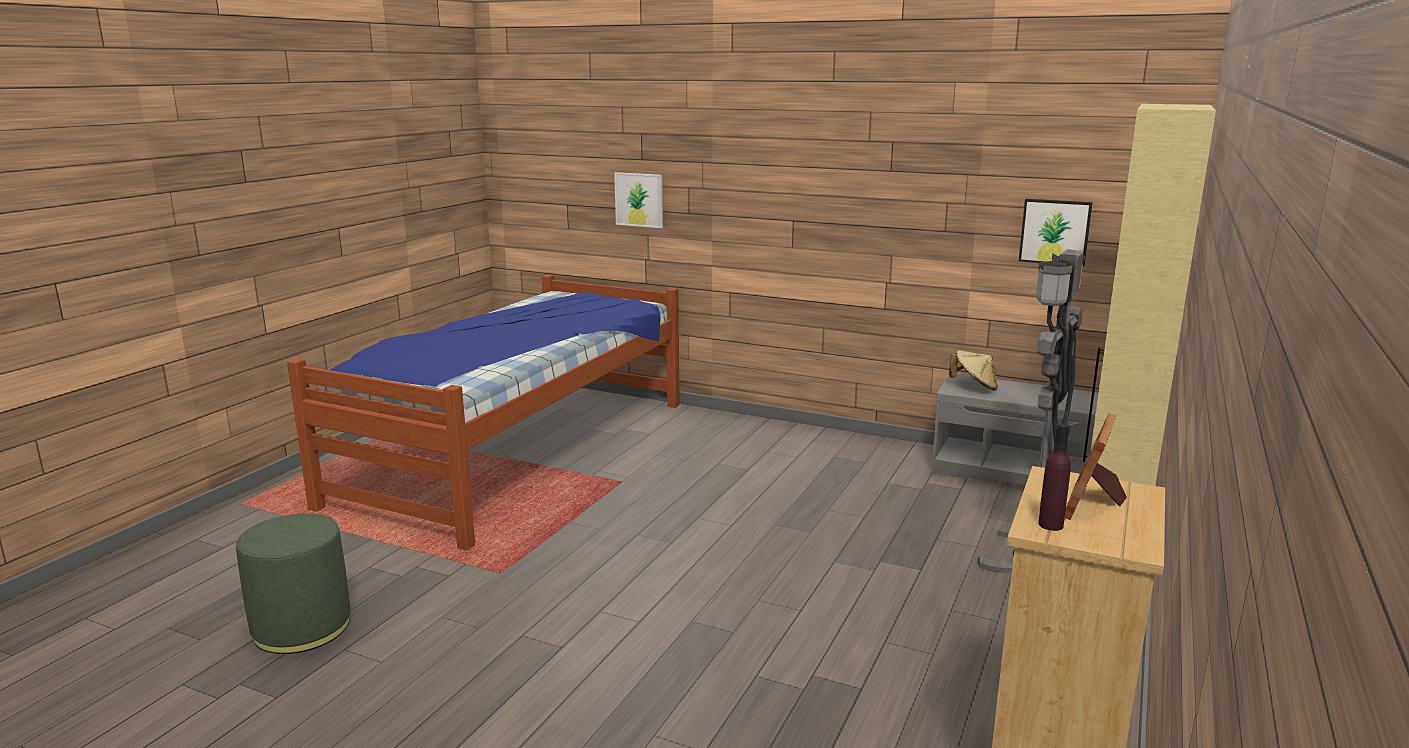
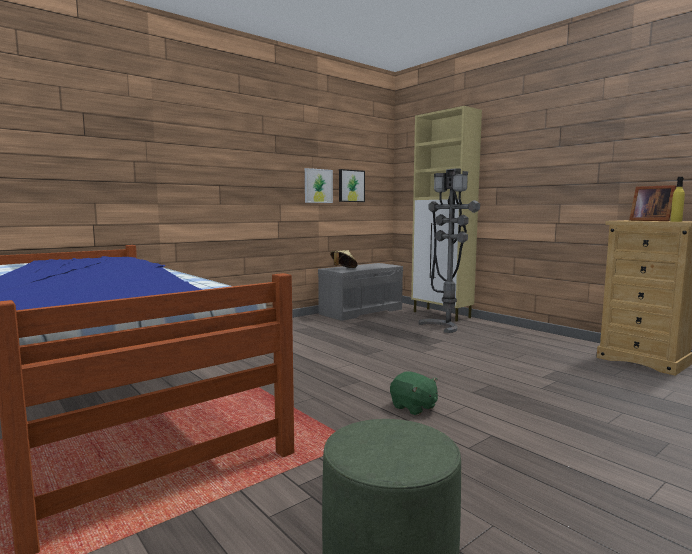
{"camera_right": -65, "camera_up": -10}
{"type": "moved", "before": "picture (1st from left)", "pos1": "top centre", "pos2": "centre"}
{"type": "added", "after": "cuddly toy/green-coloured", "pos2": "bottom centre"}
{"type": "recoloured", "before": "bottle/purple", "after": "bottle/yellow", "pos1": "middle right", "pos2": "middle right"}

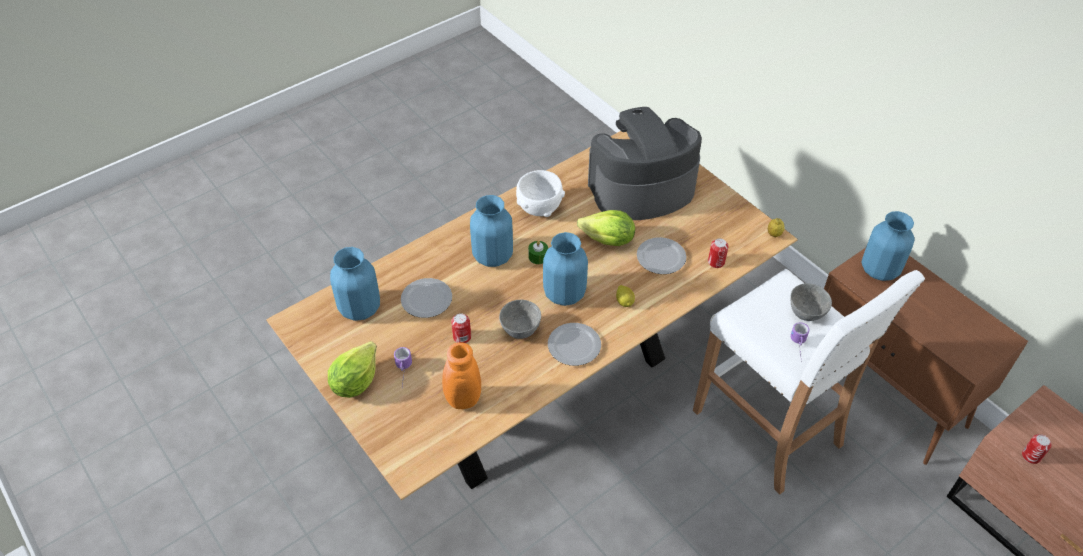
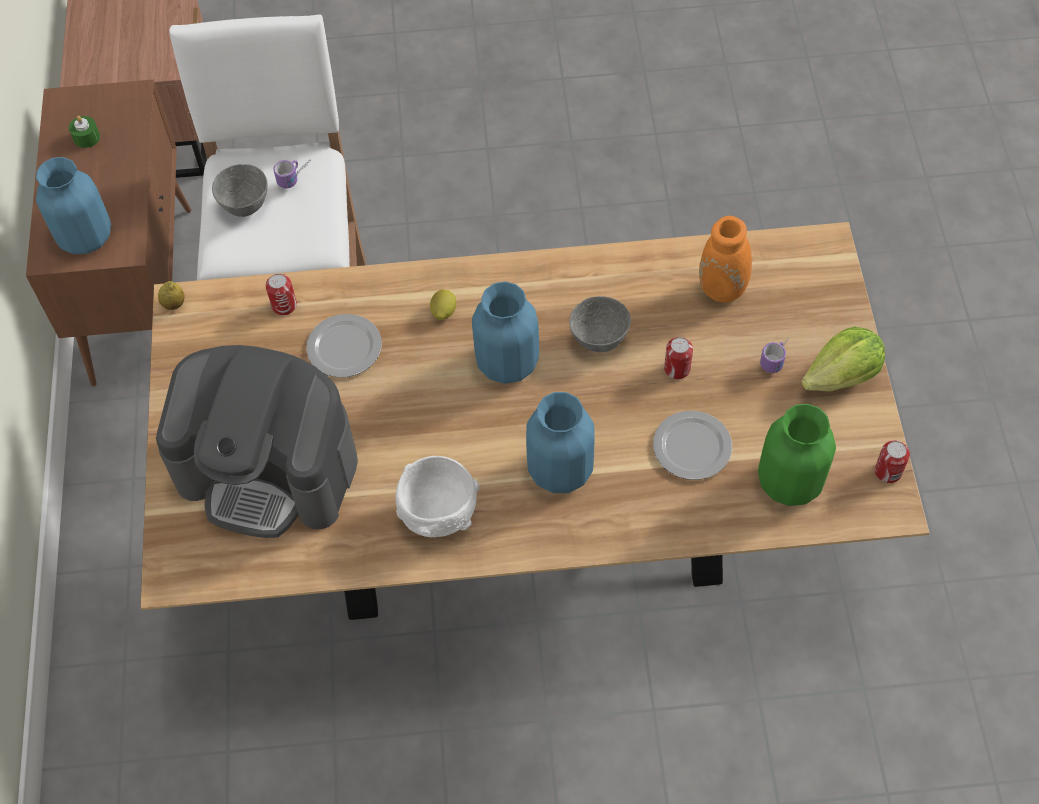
{"camera_right": -145, "camera_up": 10}
{"type": "moved", "before": "wax light/green-coloured", "pos1": "centre", "pos2": "top left"}
{"type": "recoloured", "before": "decorative vase/blue (1st from left)", "after": "decorative vase/green-coloured", "pos1": "middle left", "pos2": "middle right"}
{"type": "moved", "before": "sealed can (3rd from left)", "pos1": "bottom right", "pos2": "middle right"}
{"type": "removed", "before": "flat dish (2nd from left)", "pos1": "centre"}
{"type": "removed", "before": "head of lettuce (2nd from left)", "pos1": "centre"}

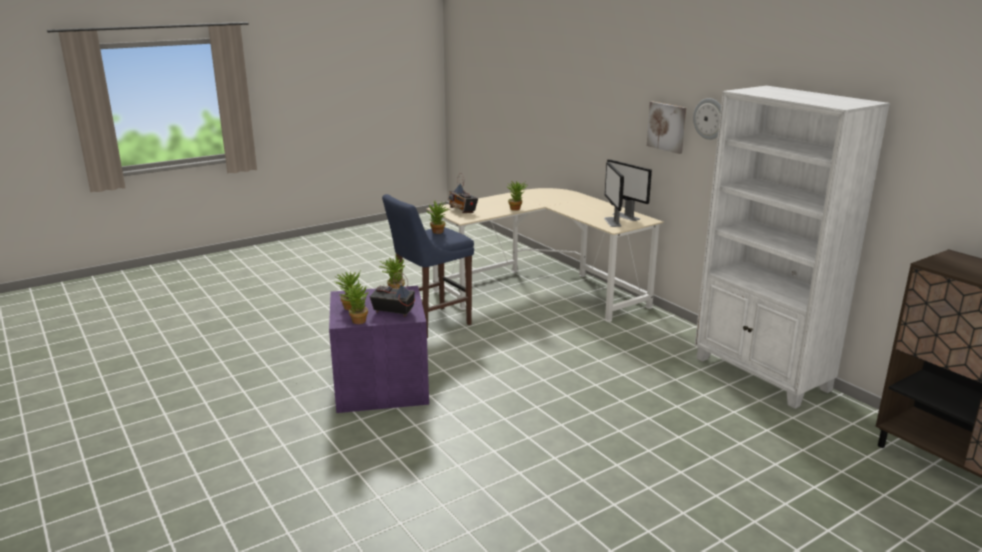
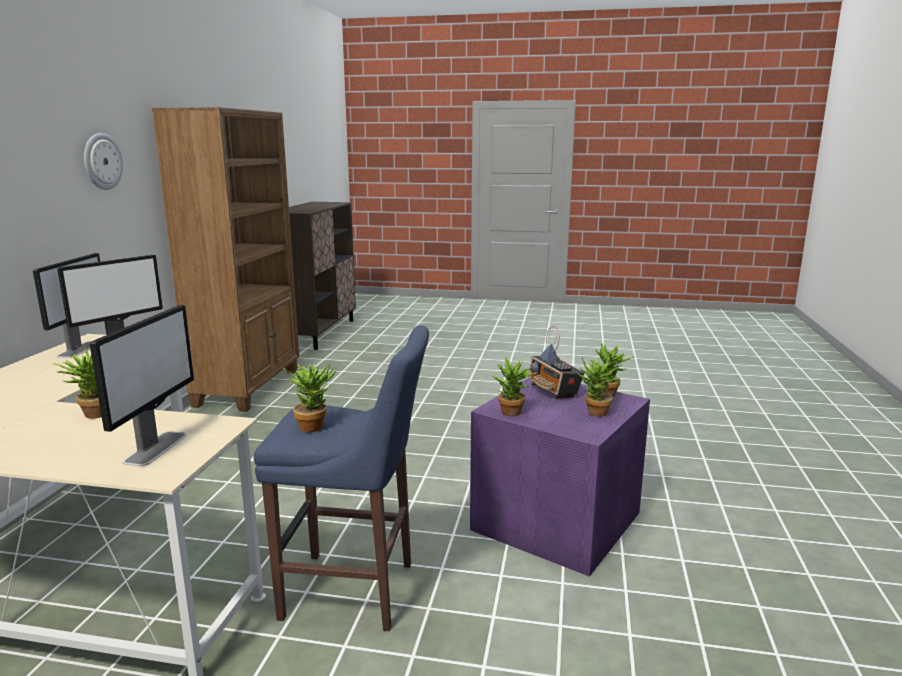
{"camera_right": -135, "camera_up": -5}
{"type": "replaced", "before": "radio (2nd from left)", "after": "computer display (3rd from left)", "pos1": "centre", "pos2": "middle left"}
{"type": "recoloured", "before": "bookshelf/whitish", "after": "bookshelf/brown", "pos1": "middle right", "pos2": "middle left"}
{"type": "removed", "before": "picture", "pos1": "top right"}

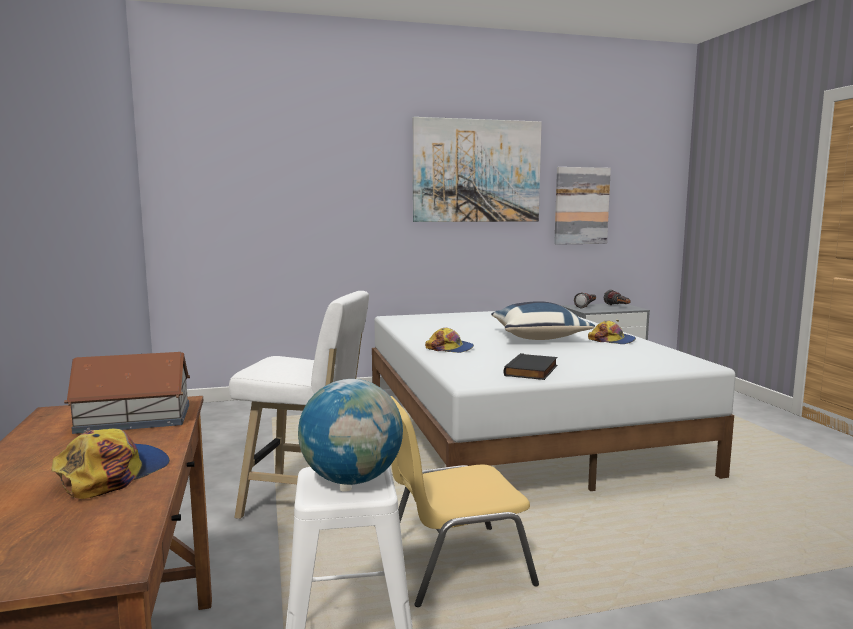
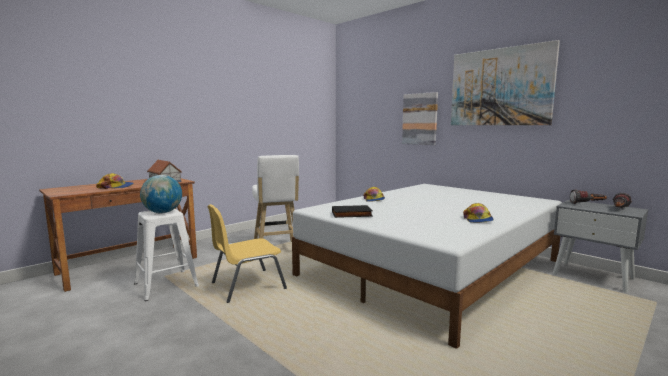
{"camera_right": 60, "camera_up": 0}
{"type": "turned", "before": "plain chair/yellow", "pos1": "bottom centre", "pos2": "bottom centre", "turn": -75}
{"type": "moved", "before": "picture (2nd from left in the first image)", "after": "picture (1st from left)", "pos1": "top right", "pos2": "top centre"}
{"type": "removed", "before": "throw pillow/blue", "pos1": "centre"}

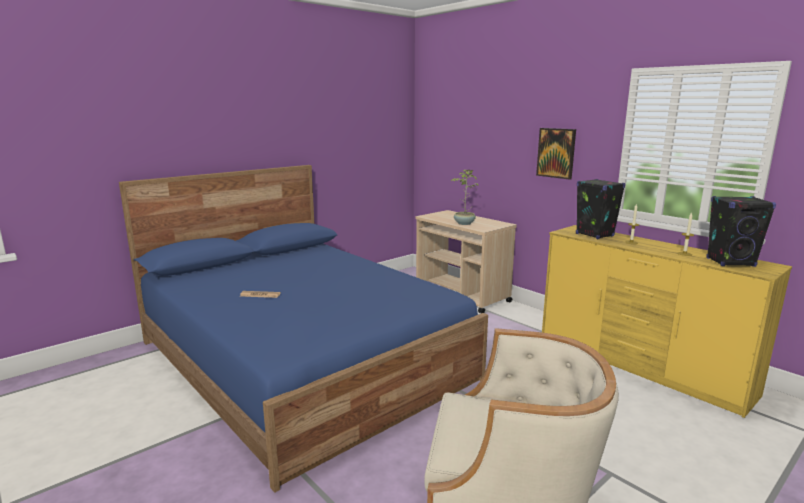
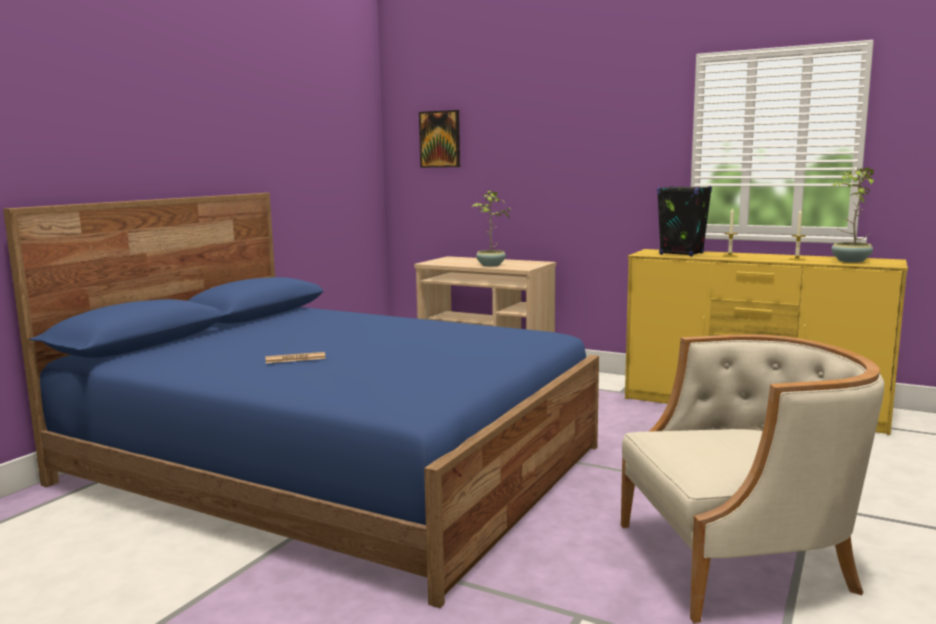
{"camera_right": -20, "camera_up": -5}
{"type": "moved", "before": "picture", "pos1": "top right", "pos2": "top centre"}
{"type": "replaced", "before": "speaker/black (2nd from left)", "after": "potted plant (2nd from left)", "pos1": "middle right", "pos2": "middle right"}

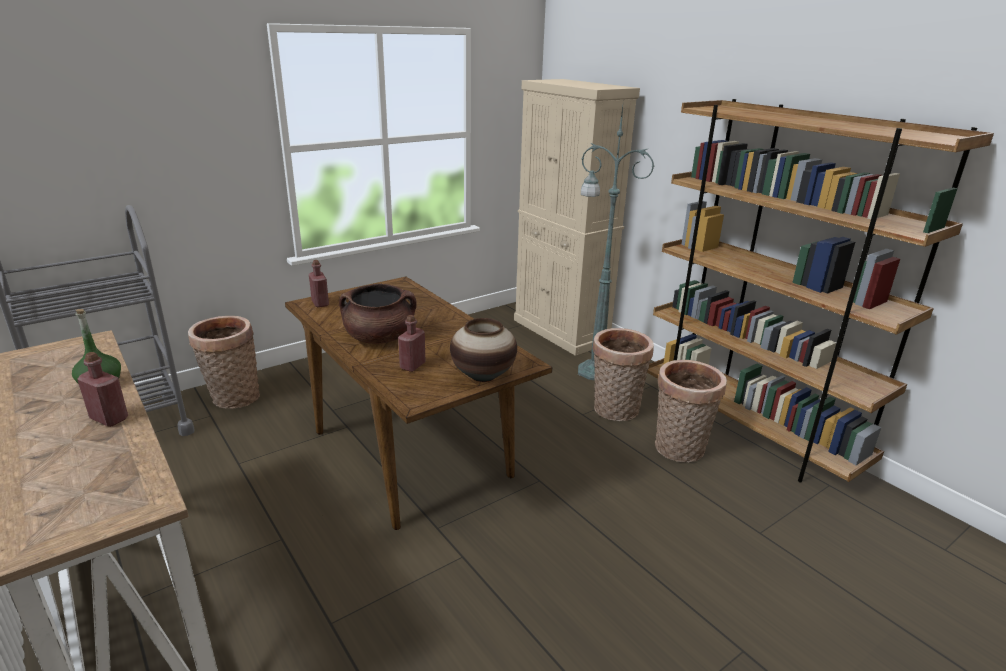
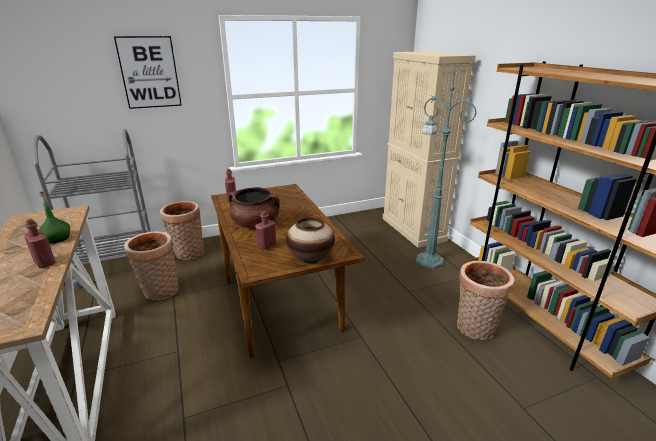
{"camera_right": 15, "camera_up": 0}
{"type": "added", "after": "picture", "pos2": "top left"}
{"type": "moved", "before": "household basket (2nd from left in the first image)", "after": "household basket (1st from left)", "pos1": "centre", "pos2": "middle left"}

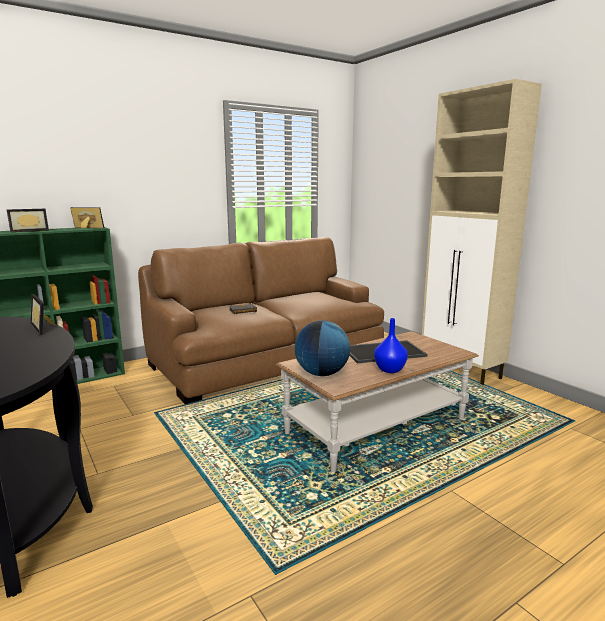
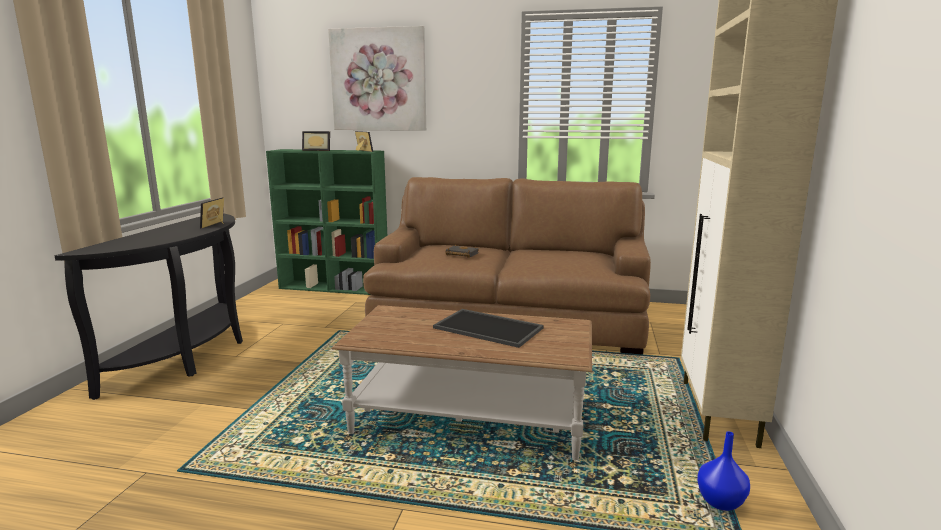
{"camera_right": 45, "camera_up": 0}
{"type": "added", "after": "picture", "pos2": "top centre"}
{"type": "moved", "before": "decorative vase/blue", "pos1": "centre", "pos2": "bottom right"}
{"type": "removed", "before": "world globe", "pos1": "centre"}

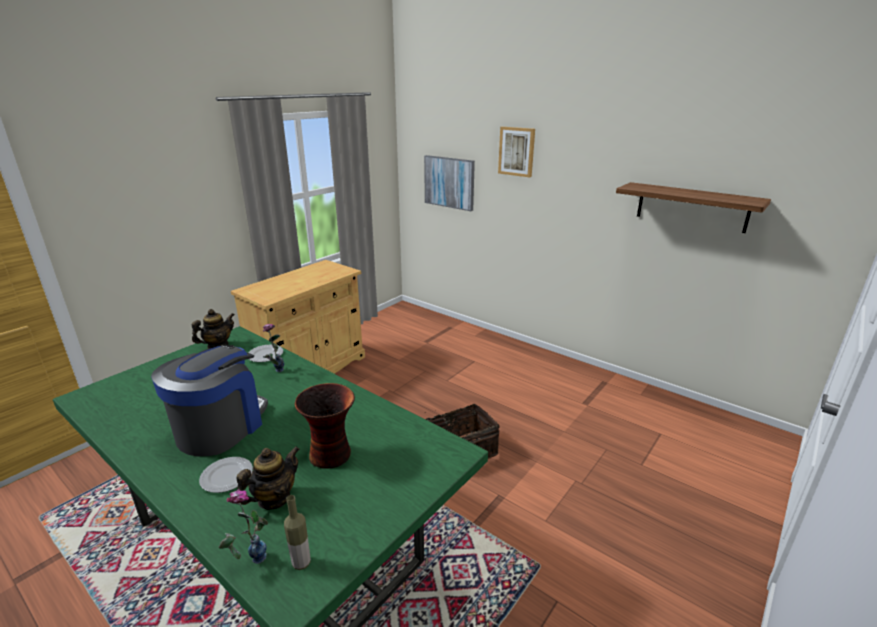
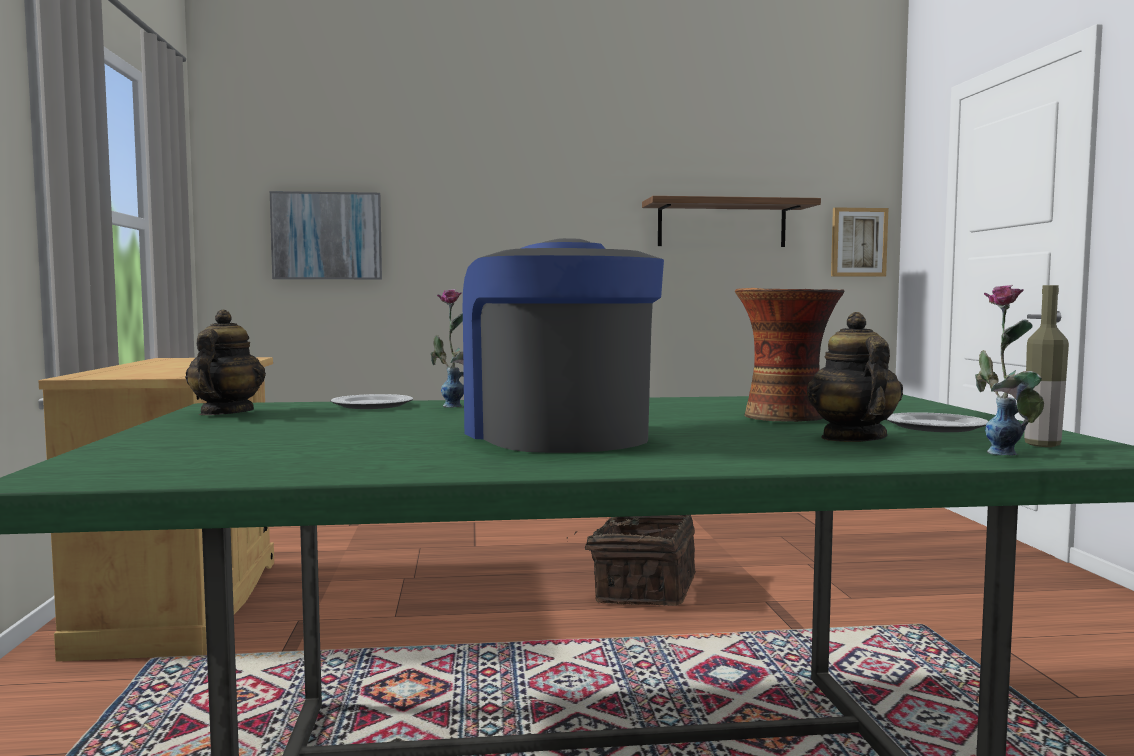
{"camera_right": -45, "camera_up": -20}
{"type": "moved", "before": "picture (2nd from left)", "pos1": "top centre", "pos2": "top right"}
{"type": "moved", "before": "flat dish (1st from left in the first image)", "after": "flat dish (2nd from left)", "pos1": "bottom left", "pos2": "middle right"}

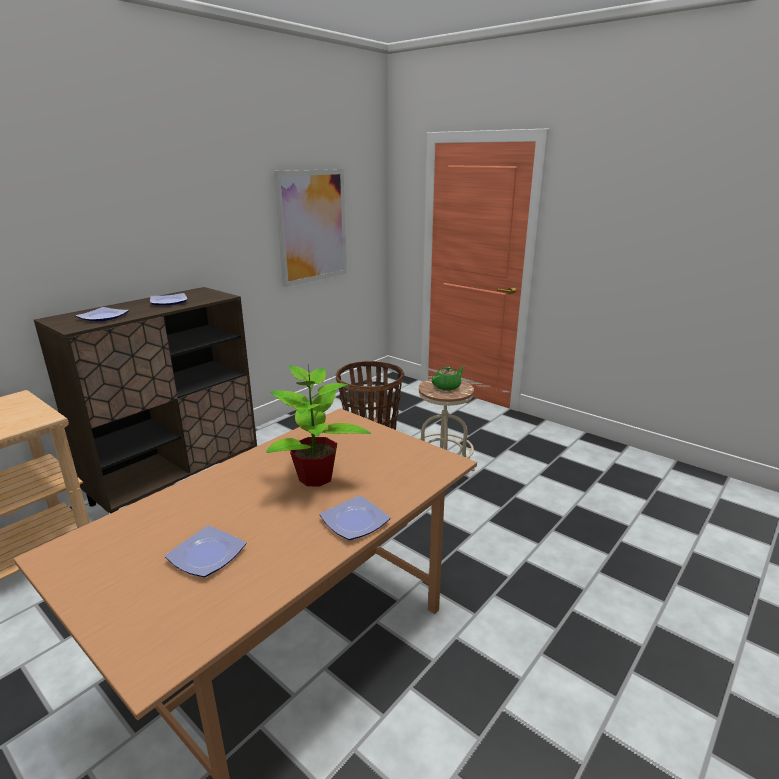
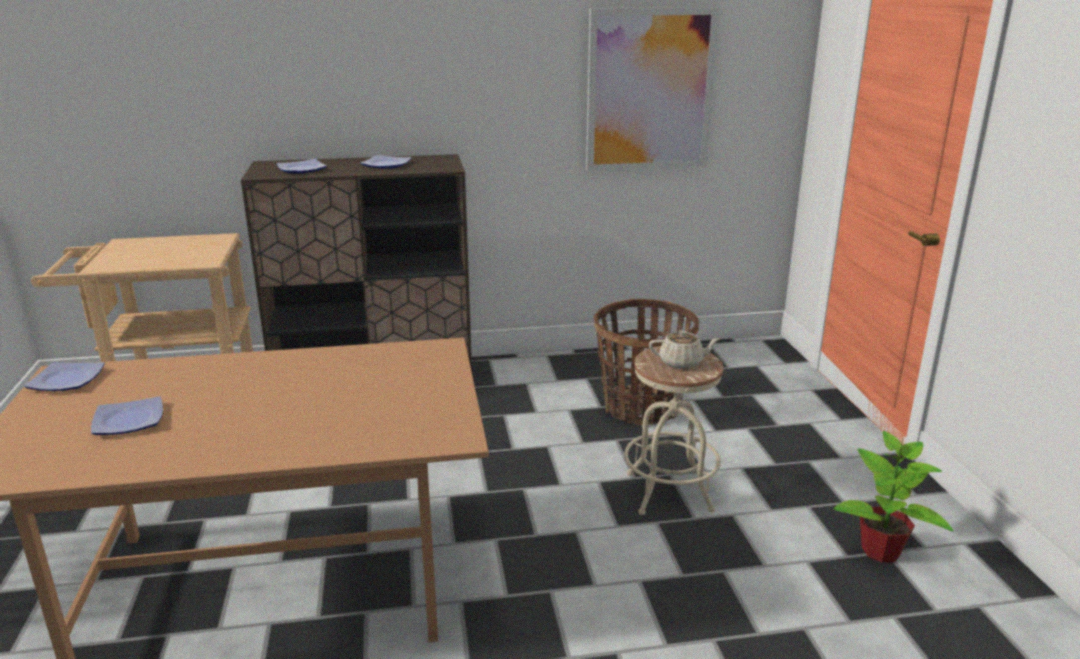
{"camera_right": 40, "camera_up": 0}
{"type": "moved", "before": "flat dish (4th from left in the first image)", "after": "flat dish (1st from left)", "pos1": "centre", "pos2": "middle left"}
{"type": "recoloured", "before": "teapot/green-coloured", "after": "teapot/beige-coloured", "pos1": "centre", "pos2": "centre"}
{"type": "moved", "before": "potted plant", "pos1": "centre", "pos2": "bottom right"}

